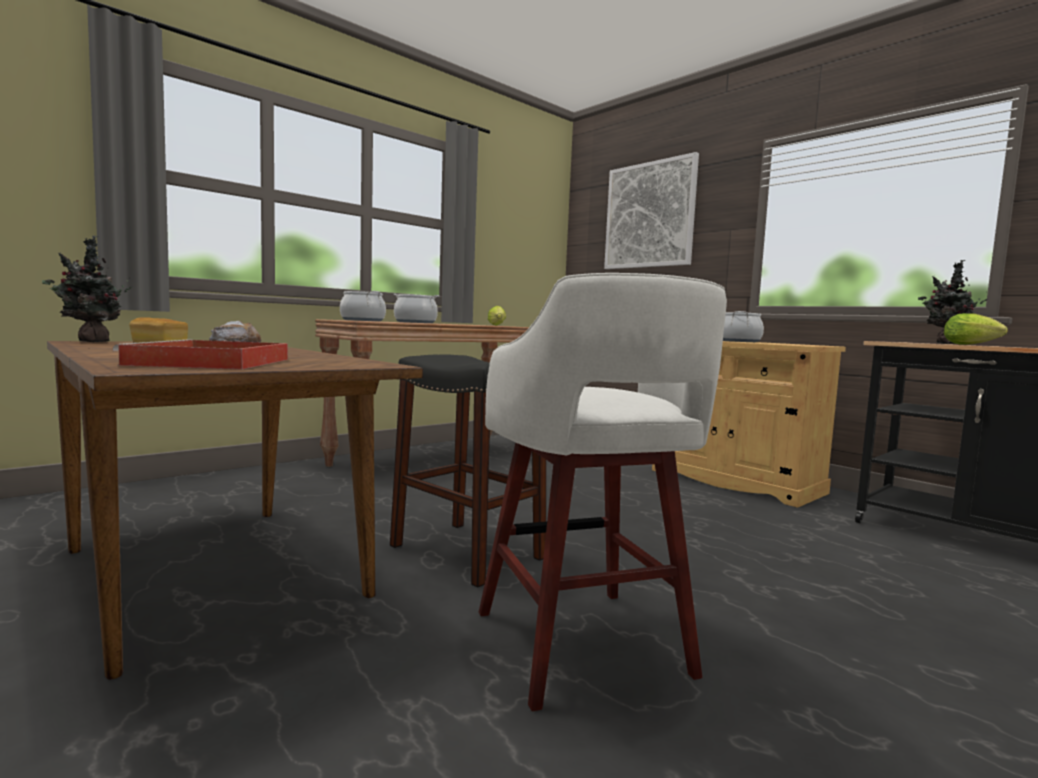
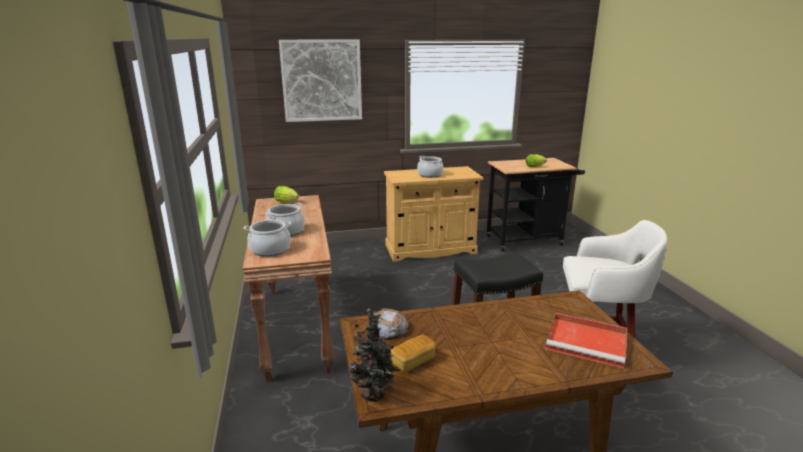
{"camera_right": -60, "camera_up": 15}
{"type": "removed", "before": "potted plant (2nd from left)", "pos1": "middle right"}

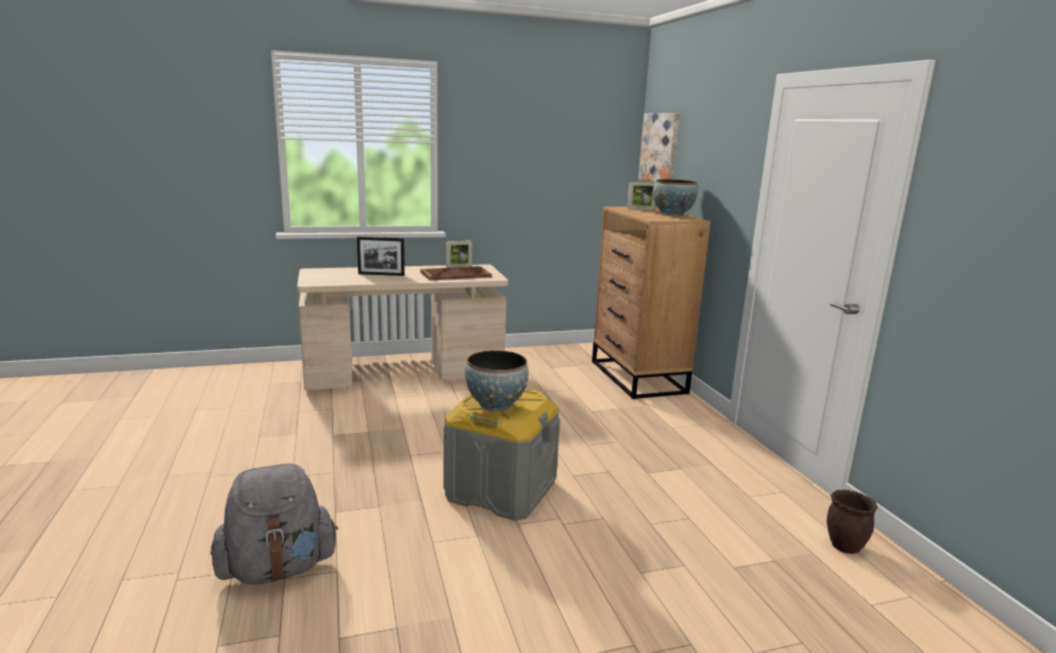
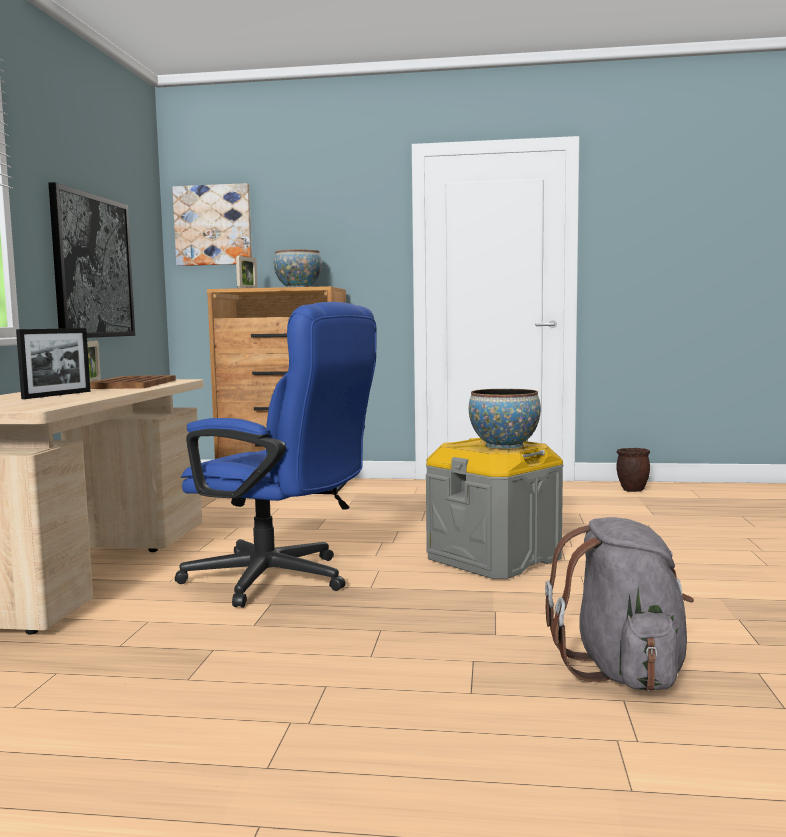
{"camera_right": -65, "camera_up": -10}
{"type": "added", "after": "picture (1st from left)", "pos2": "top left"}
{"type": "added", "after": "office chair/blue", "pos2": "centre"}

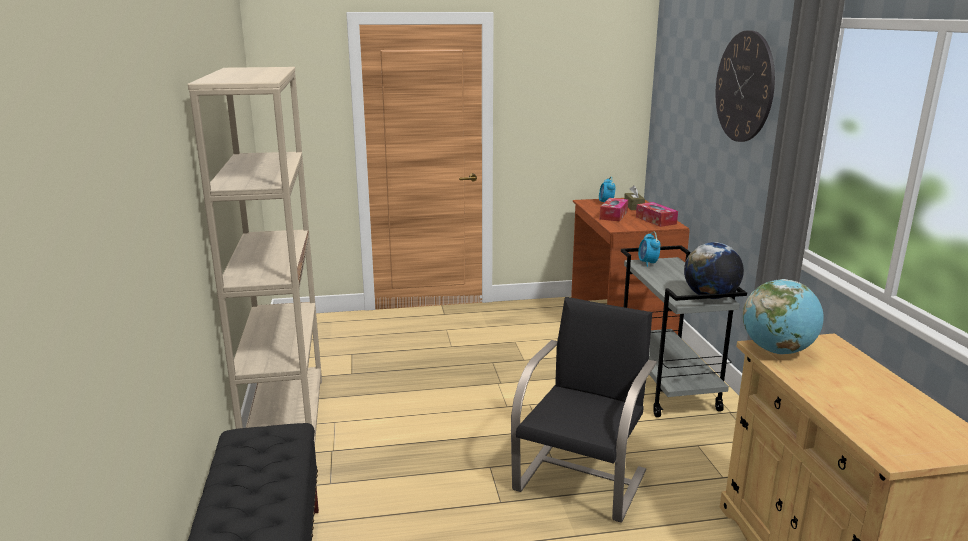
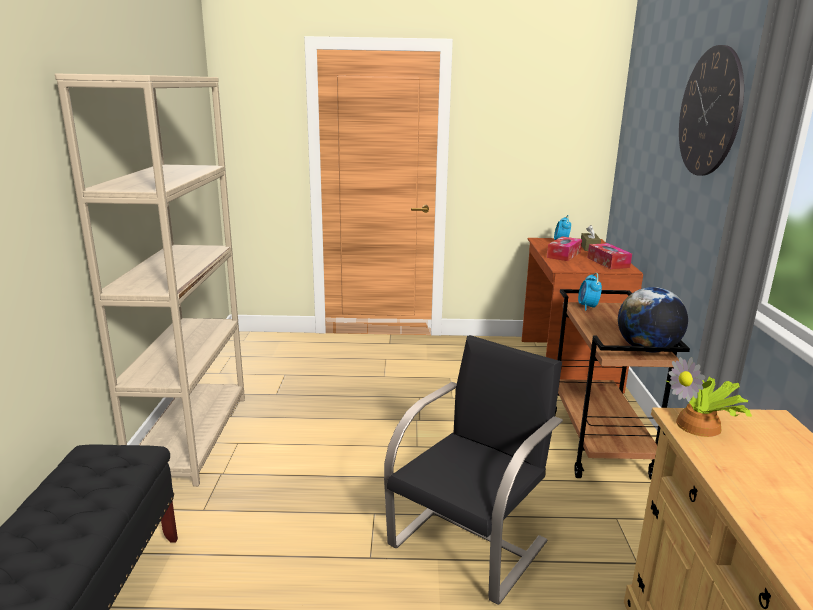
{"camera_right": 10, "camera_up": 0}
{"type": "recoloured", "before": "trolley/grey", "after": "trolley/brown", "pos1": "middle right", "pos2": "middle right"}
{"type": "replaced", "before": "world globe (2nd from left)", "after": "potted plant", "pos1": "middle right", "pos2": "middle right"}

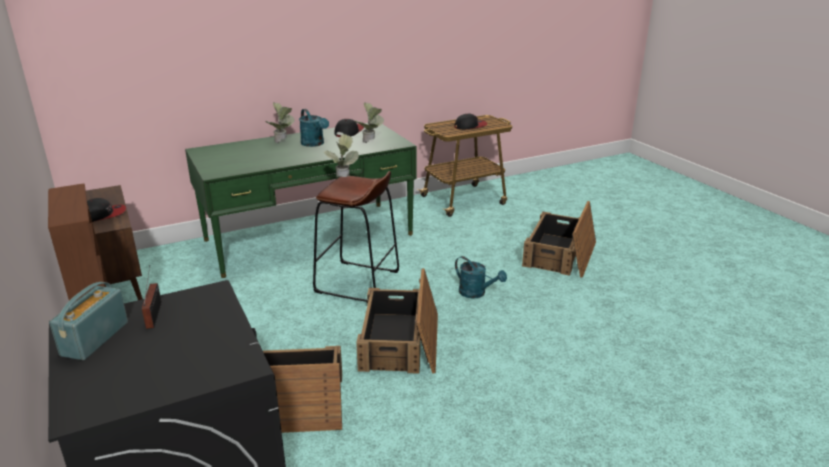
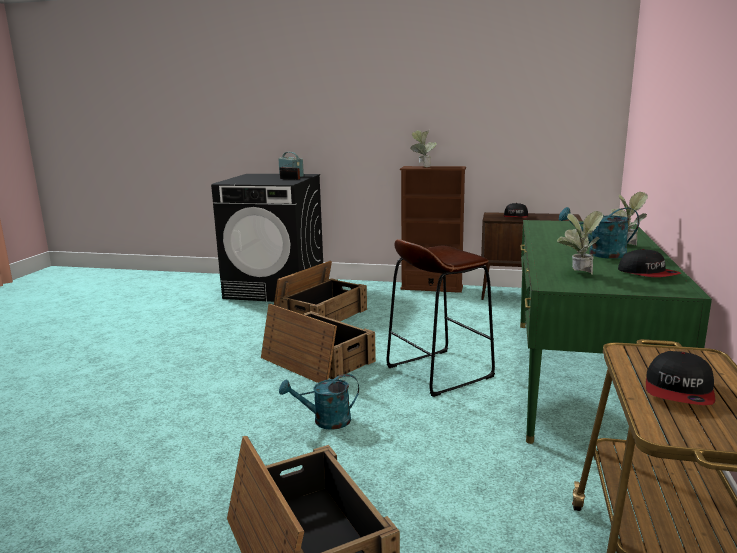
{"camera_right": 130, "camera_up": -10}
{"type": "moved", "before": "potted plant (2nd from left in the first image)", "after": "potted plant (1st from left)", "pos1": "centre", "pos2": "top centre"}

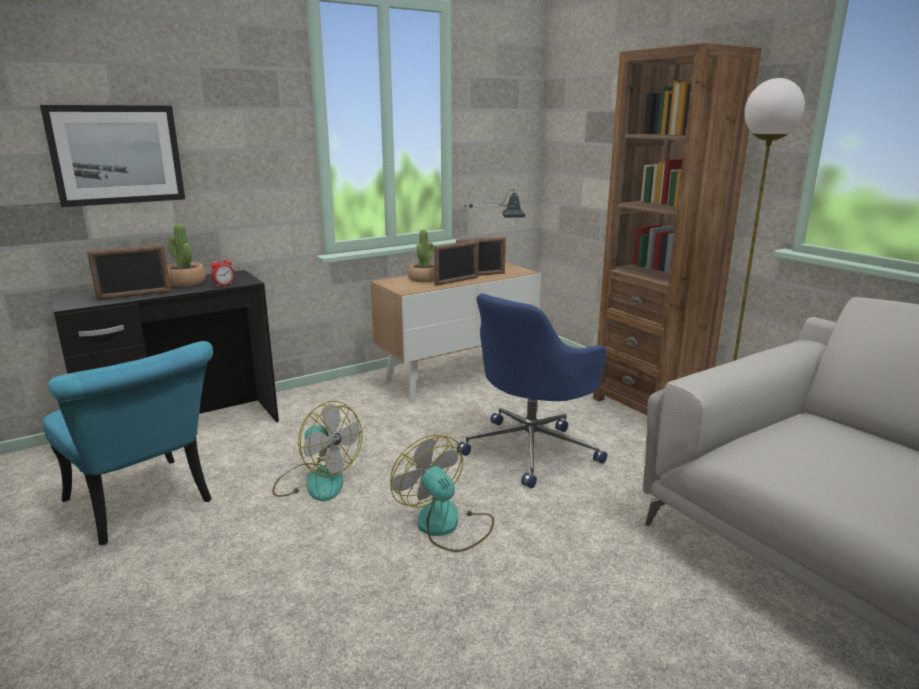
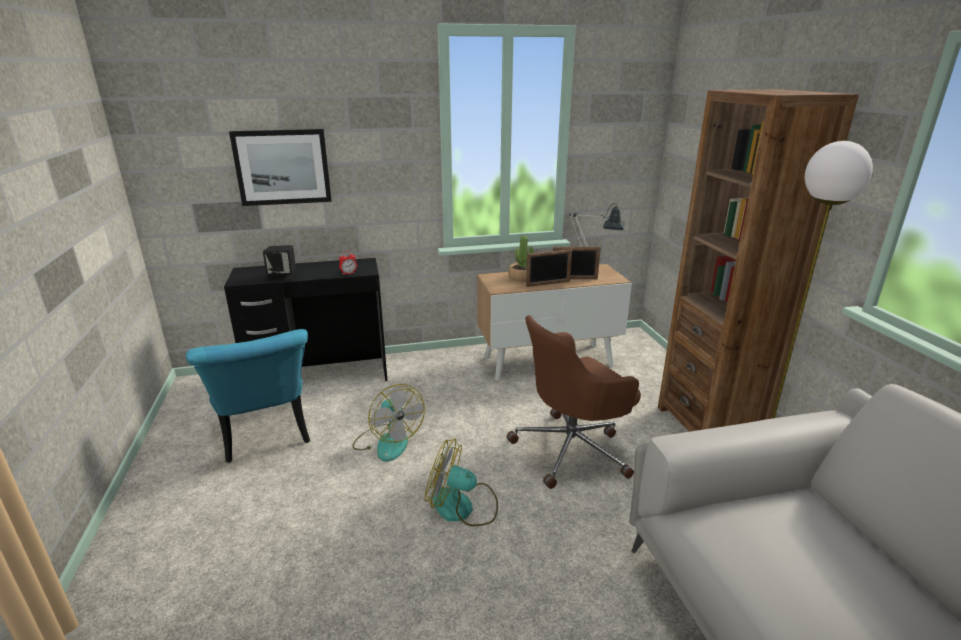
{"camera_right": 20, "camera_up": 5}
{"type": "replaced", "before": "standing frame (1st from left)", "after": "speaker/black", "pos1": "middle left", "pos2": "middle left"}
{"type": "turned", "before": "fan (2nd from left)", "pos1": "bottom centre", "pos2": "bottom centre", "turn": -60}
{"type": "recoloured", "before": "office chair/blue", "after": "office chair/brown", "pos1": "centre", "pos2": "centre"}
{"type": "removed", "before": "potted plant (1st from left)", "pos1": "middle left"}

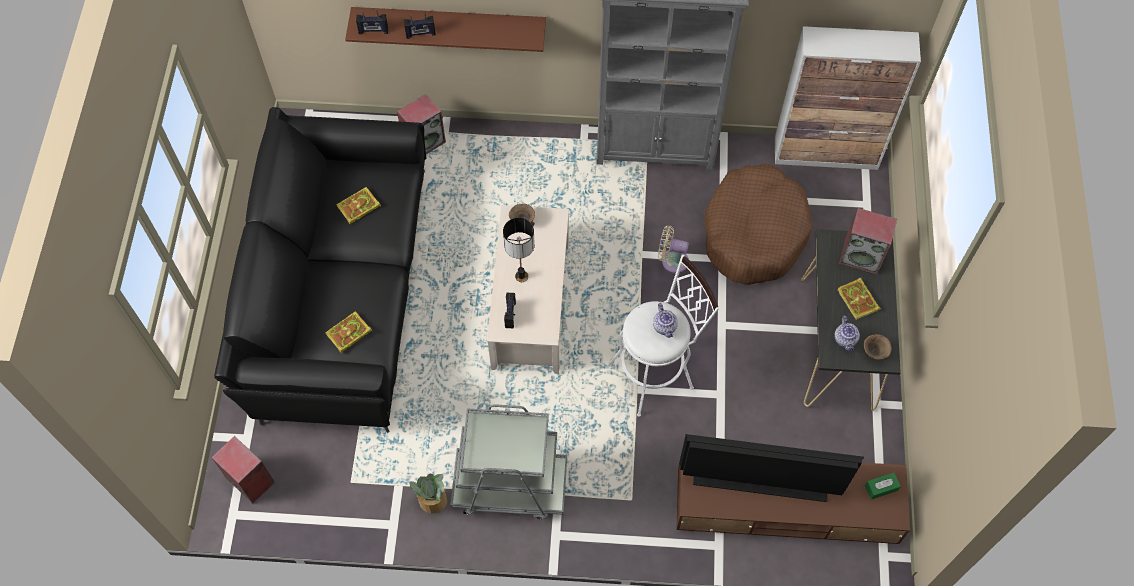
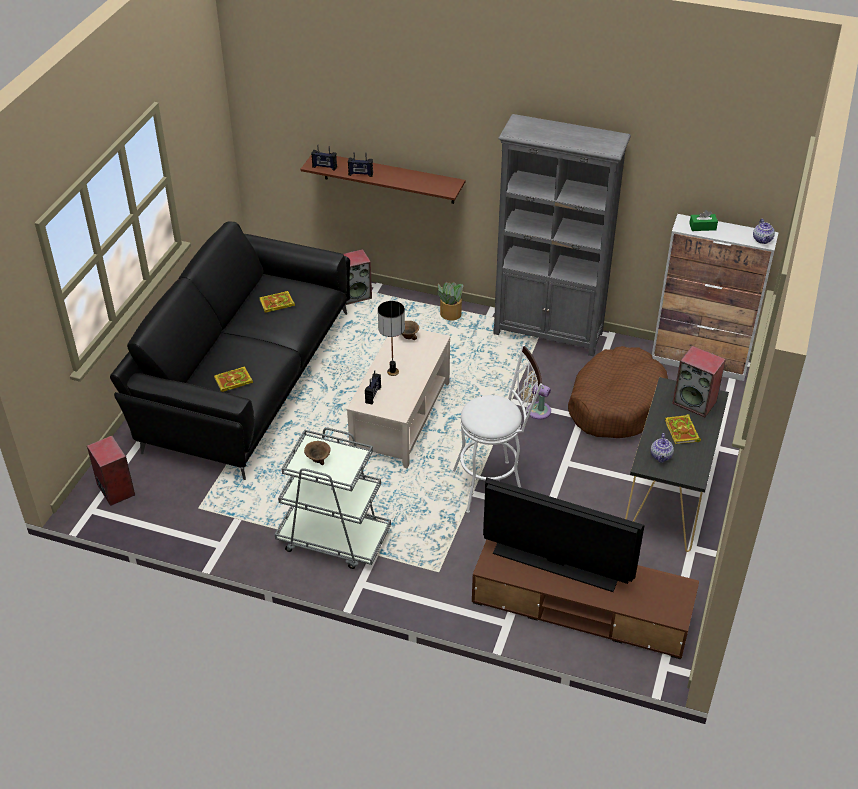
{"camera_right": 15, "camera_up": -20}
{"type": "moved", "before": "bowl/brown (2nd from left in the first image)", "after": "bowl/brown (1st from left)", "pos1": "middle right", "pos2": "centre"}
{"type": "moved", "before": "potted plant", "pos1": "bottom centre", "pos2": "centre"}
{"type": "moved", "before": "tissue holder/green-coloured", "pos1": "bottom right", "pos2": "top right"}
{"type": "moved", "before": "teapot (1st from left in the first image)", "after": "teapot (2nd from left)", "pos1": "centre", "pos2": "top right"}

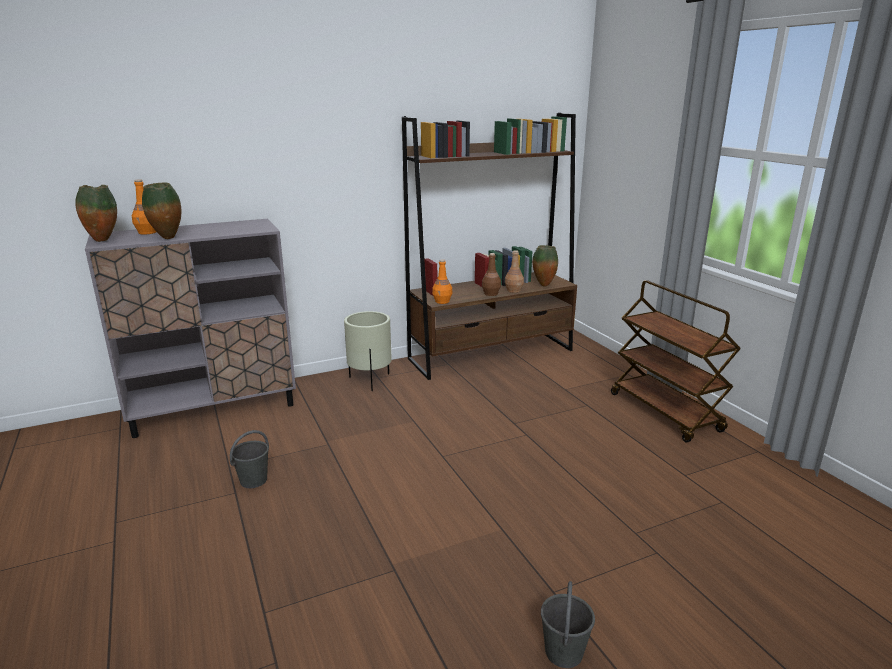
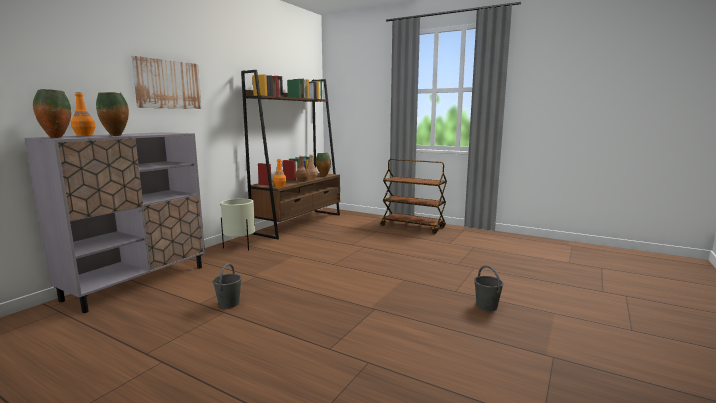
{"camera_right": -35, "camera_up": -10}
{"type": "added", "after": "picture", "pos2": "top left"}

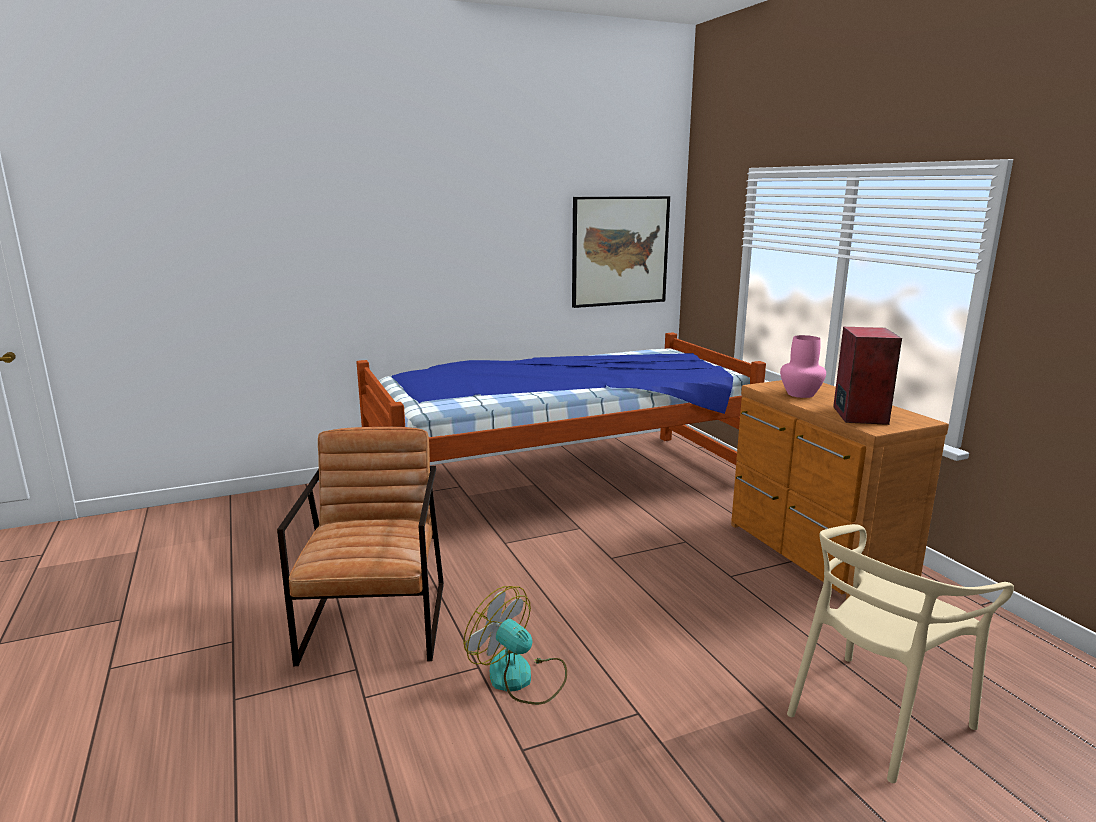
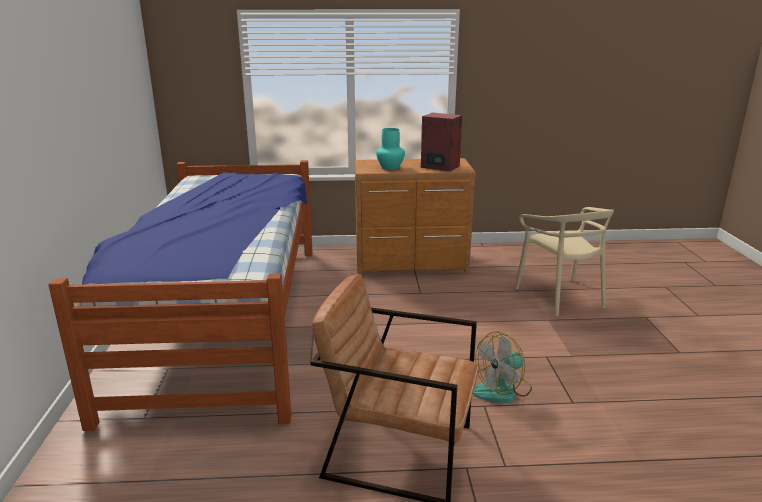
{"camera_right": -70, "camera_up": 5}
{"type": "recoloured", "before": "decorative vase/pink-coloured", "after": "decorative vase/blue-green", "pos1": "middle right", "pos2": "top centre"}
{"type": "removed", "before": "picture", "pos1": "top centre"}

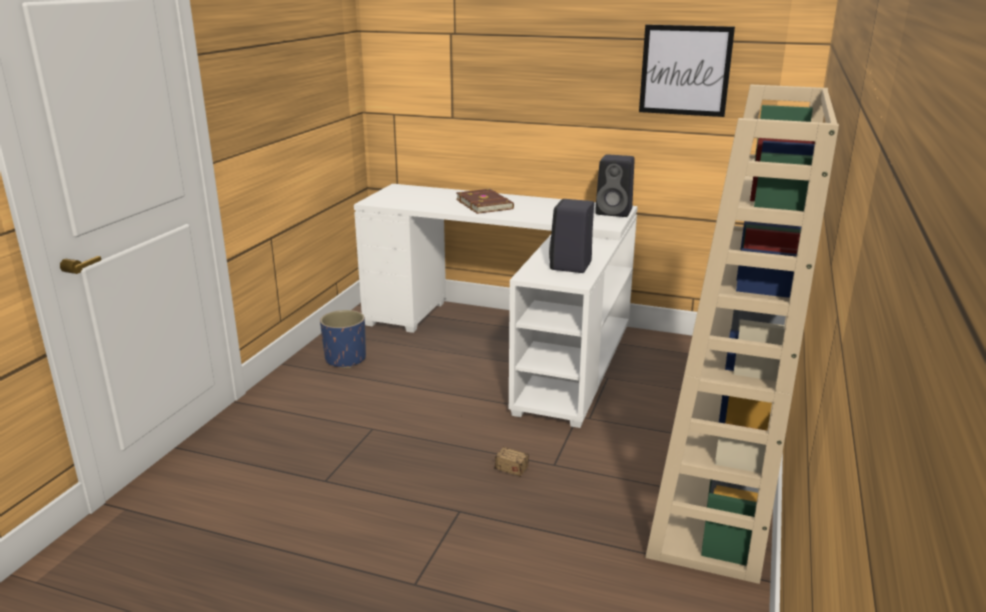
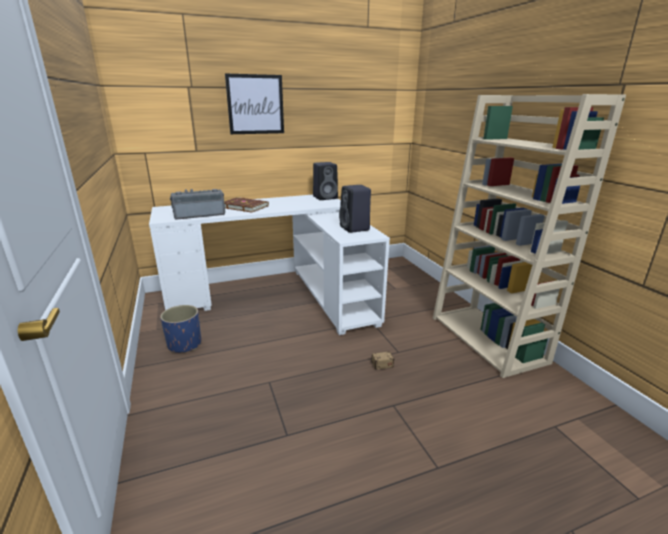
{"camera_right": -40, "camera_up": 0}
{"type": "added", "after": "radio", "pos2": "middle left"}
{"type": "moved", "before": "picture", "pos1": "top right", "pos2": "top centre"}

